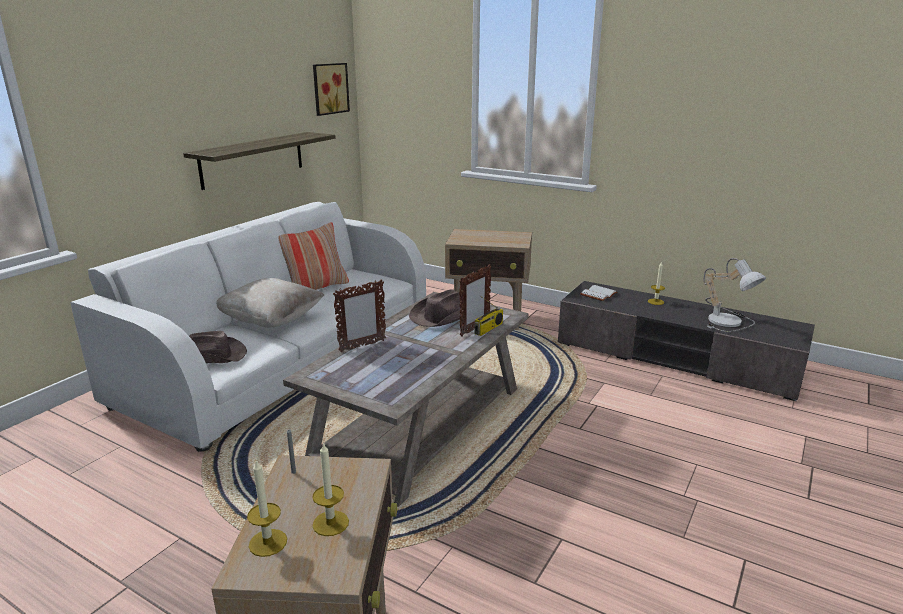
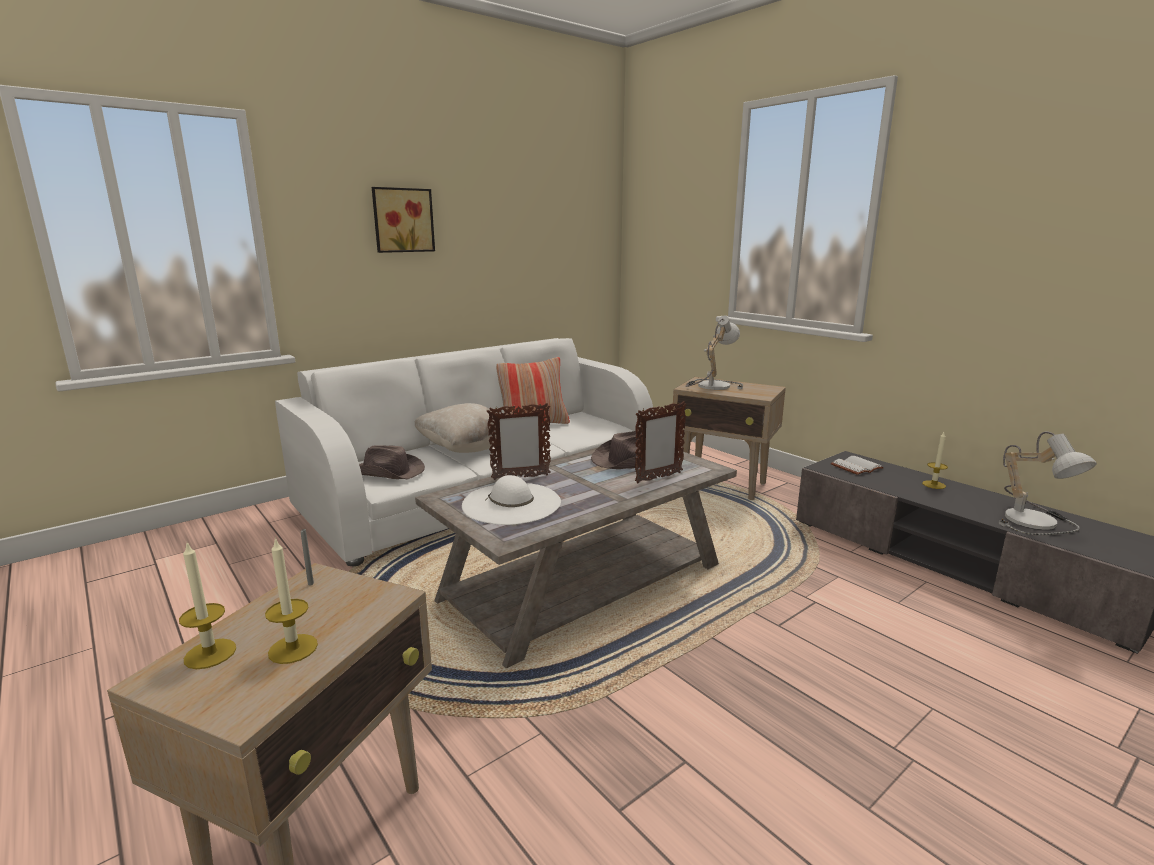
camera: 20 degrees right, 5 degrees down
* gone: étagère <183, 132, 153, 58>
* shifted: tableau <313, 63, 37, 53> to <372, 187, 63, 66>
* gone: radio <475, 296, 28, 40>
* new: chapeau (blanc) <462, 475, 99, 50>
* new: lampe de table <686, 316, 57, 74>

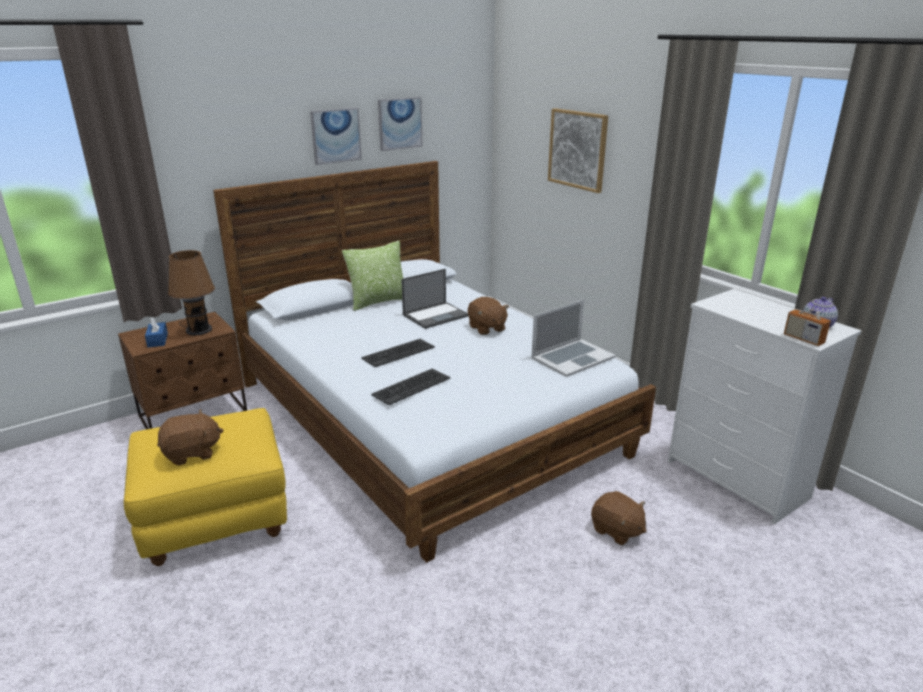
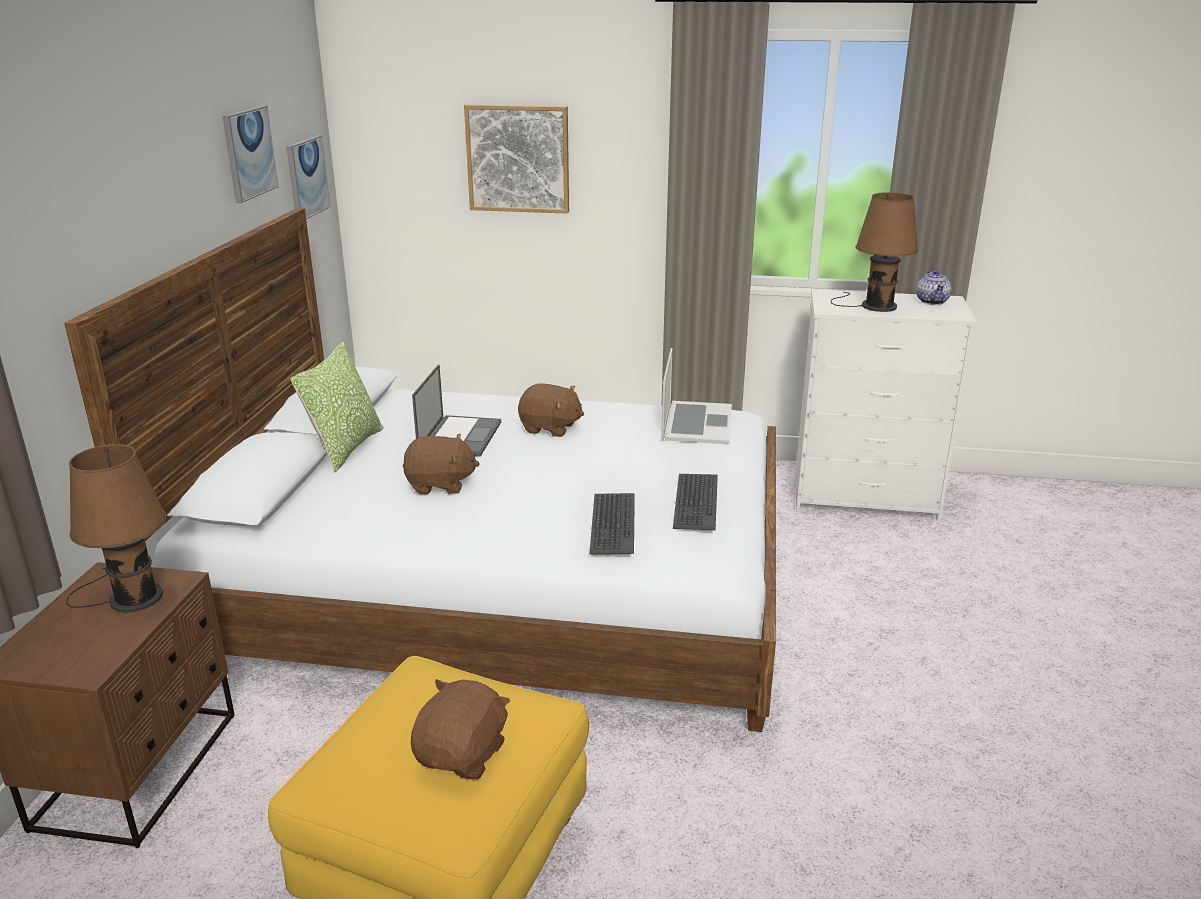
camera: 45 degrees left, 0 degrees up
* gone: boîte à mouchoirs (bleu) <145, 317, 23, 31>
* shifted: tableau <310, 108, 52, 57> to <286, 135, 45, 85>
* shifted: clavier <361, 339, 74, 28> to <673, 474, 45, 56>
* shifted: peluche (marron) <591, 491, 55, 54> to <403, 434, 77, 60>
* gone: radio <784, 290, 47, 56>
* new: lampe de table (marron) <831, 192, 87, 120>

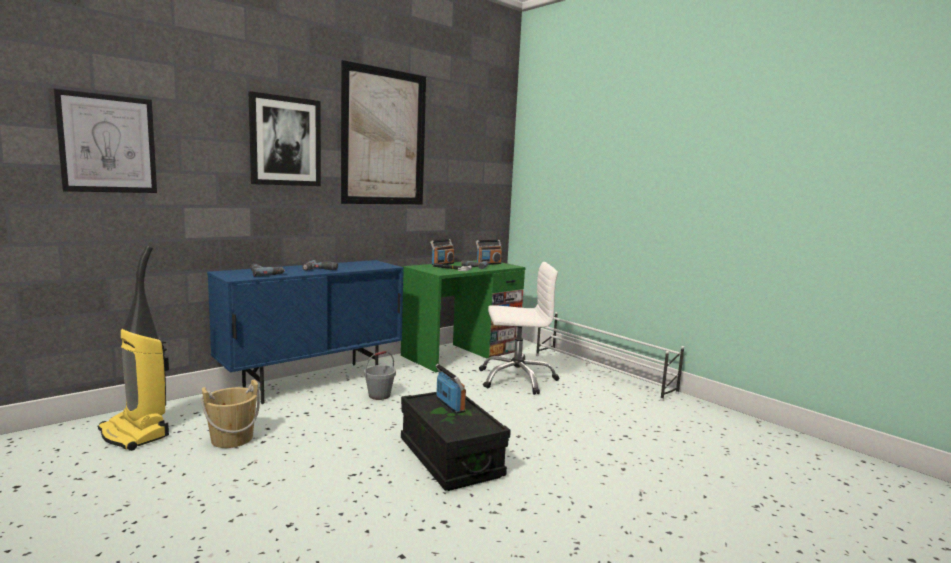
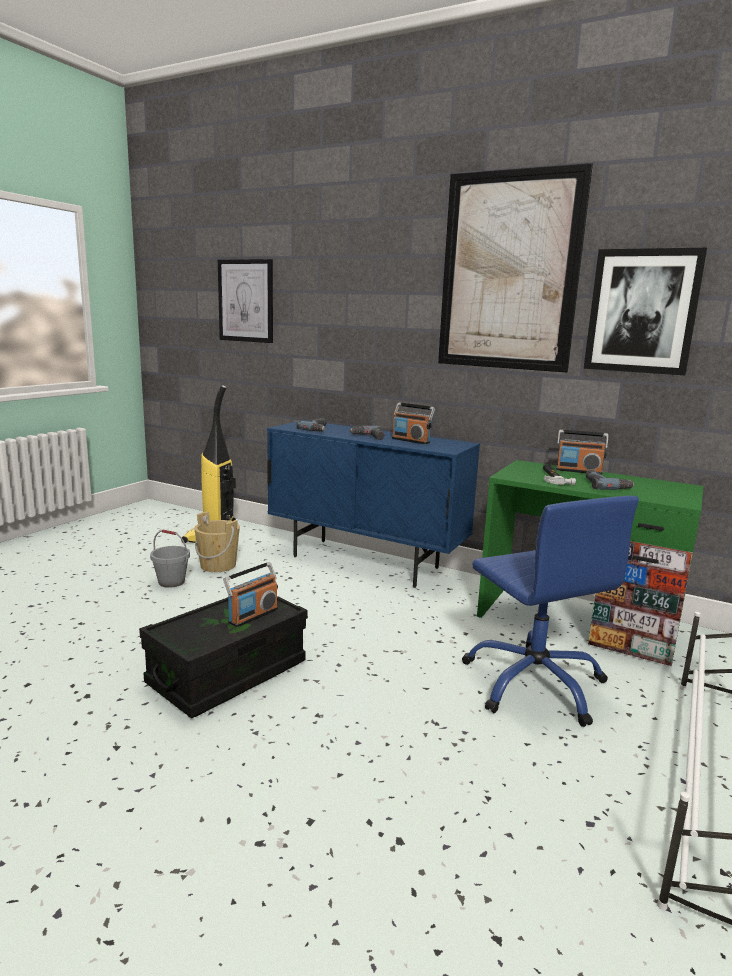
camera: 70 degrees right, 5 degrees up
* shifted: tableau <248, 91, 73, 95> to <584, 248, 123, 127>
* shifted: seau (gris) <364, 351, 32, 49> to <150, 530, 40, 58>
* shifted: radio <476, 240, 26, 25> to <392, 403, 43, 41>
* repainted: chaise de bureau (blanc) <479, 262, 80, 133> to chaise de bureau (bleu) <462, 496, 177, 231>

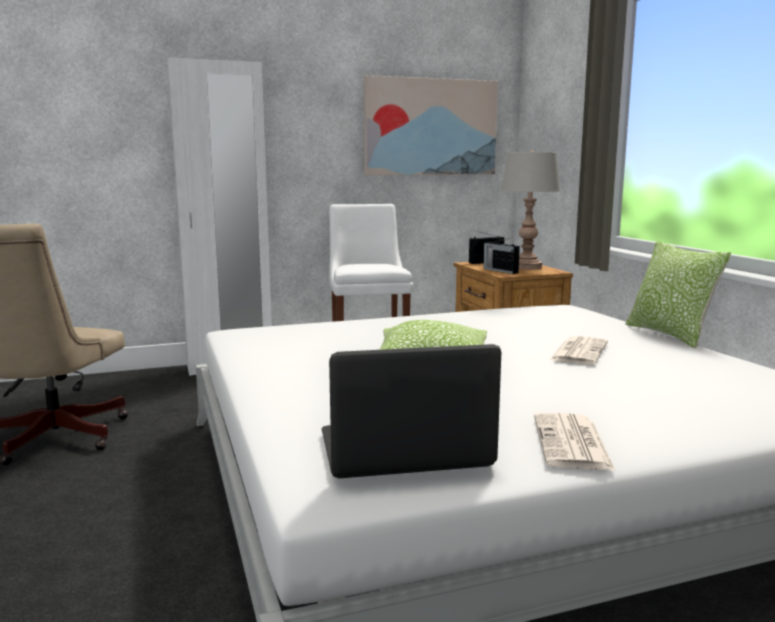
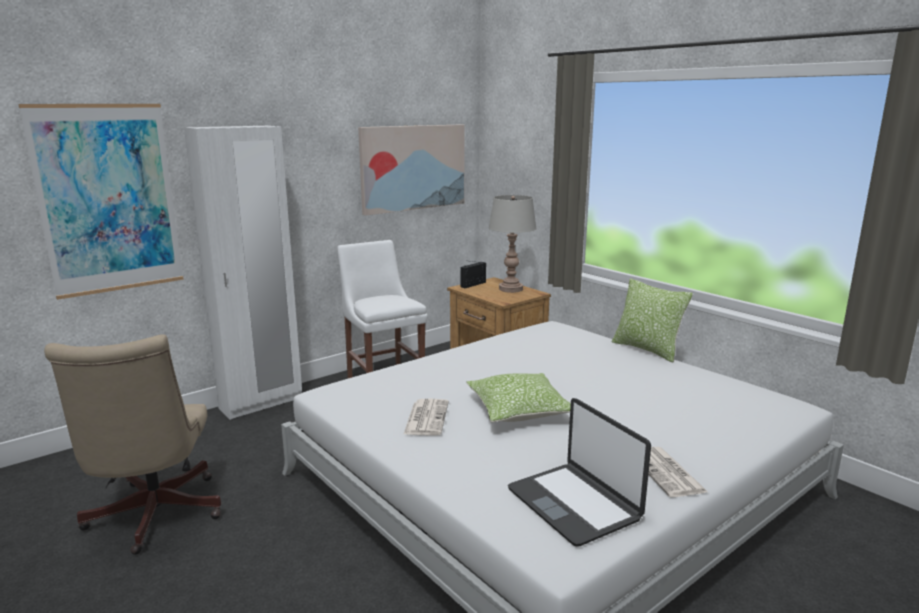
camera: 20 degrees left, 5 degrees up
* rotated: ordinateur portable <322, 344, 179, 134> = <508, 398, 143, 148> 90 degrees counterclockwise
* gone: radio <483, 238, 37, 36>
* shifted: journal <550, 336, 58, 29> to <403, 399, 46, 37>
* new: tableau <19, 104, 165, 196>

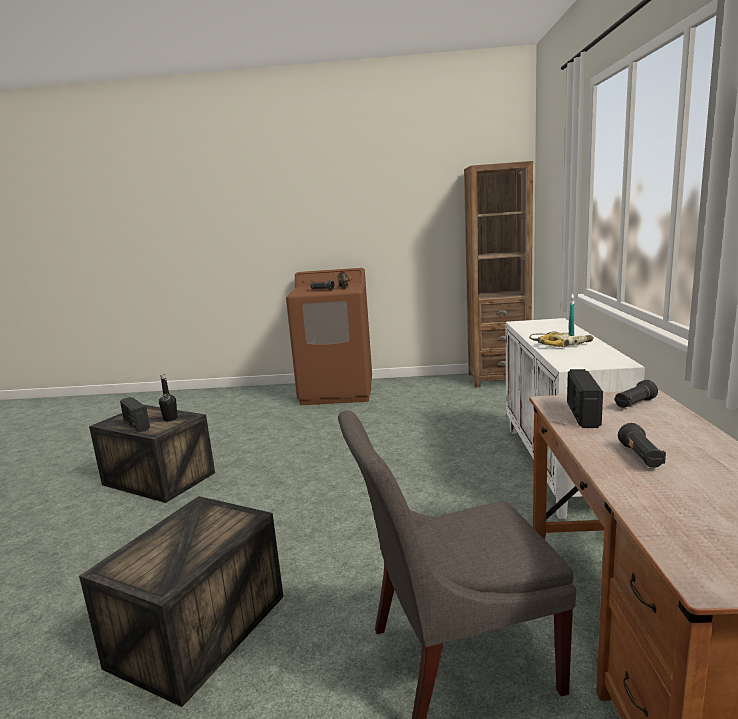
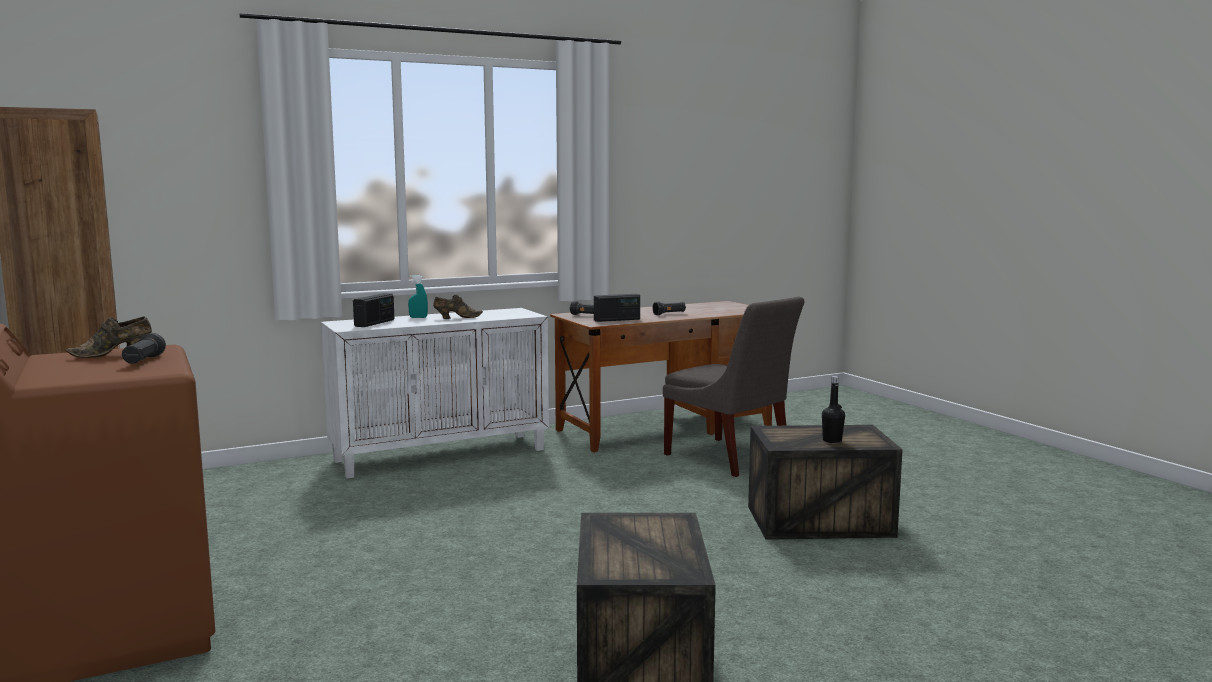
camera: 120 degrees left, 5 degrees down
* shifted: radio <120, 397, 30, 35> to <353, 293, 42, 34>
* shifted: bouteille (noir) <159, 373, 19, 48> to <822, 376, 23, 67>
* swapped: perceuse <529, 331, 65, 16> to chaussure (marron) <433, 294, 50, 25>

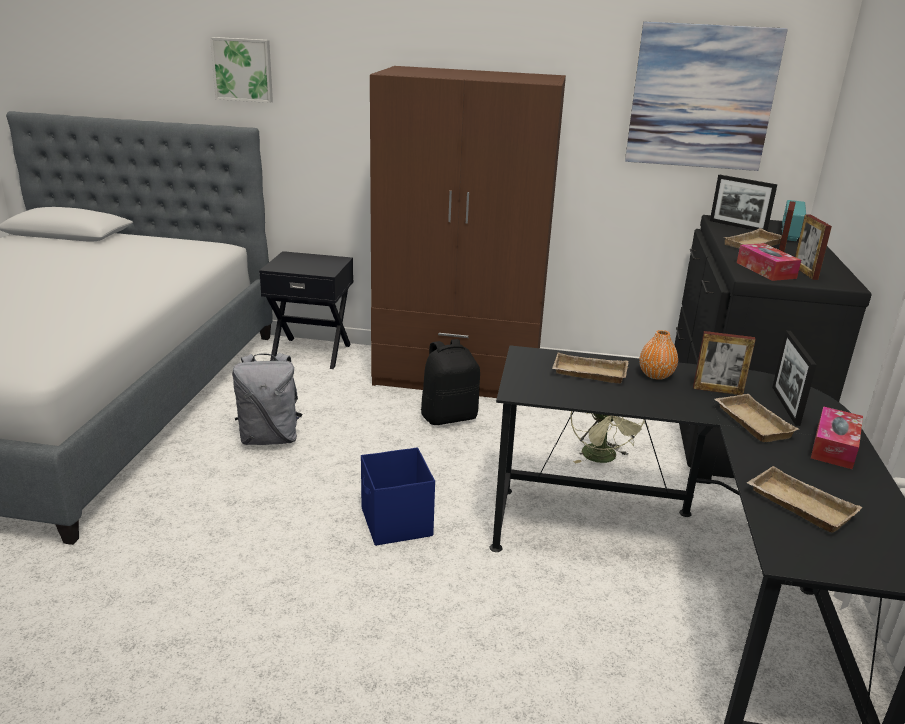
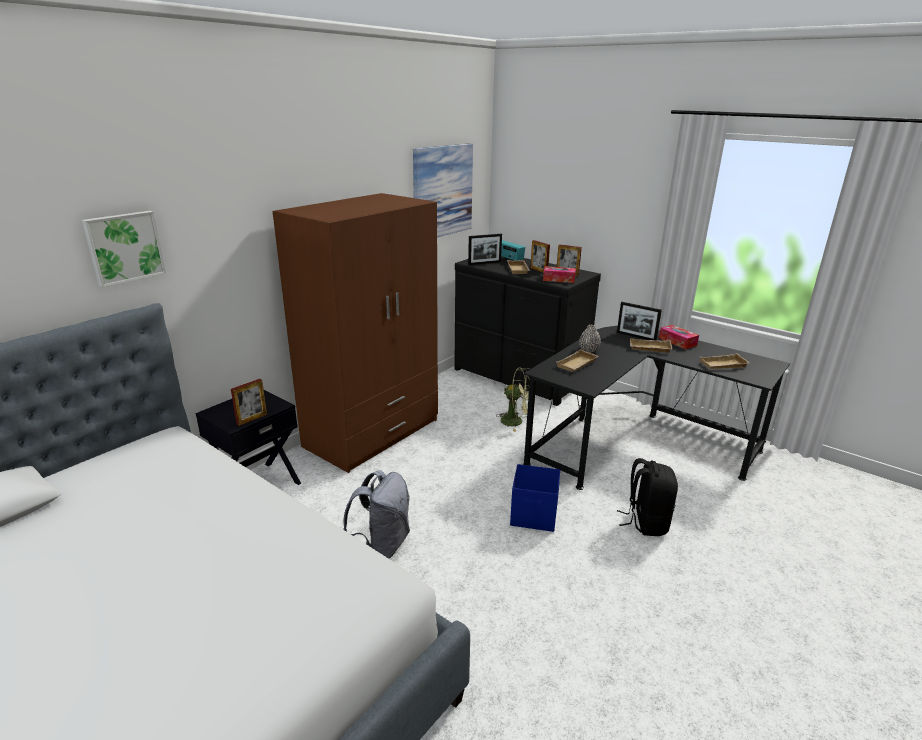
camera: 60 degrees left, 0 degrees up
* shifted: sac à dos (noir) <421, 339, 59, 86> to <617, 458, 61, 78>
* repainted: vase (orange) <639, 330, 39, 50> to vase (gris) <579, 325, 22, 28>
* shifted: cadre photo <693, 331, 63, 64> to <231, 379, 36, 47>

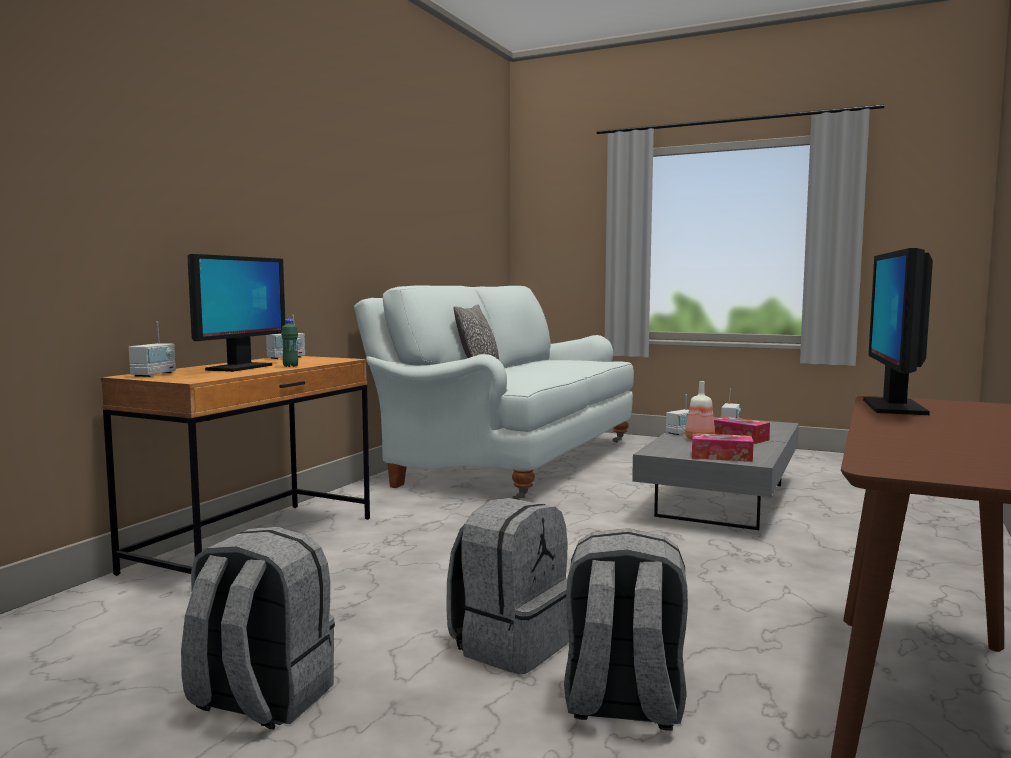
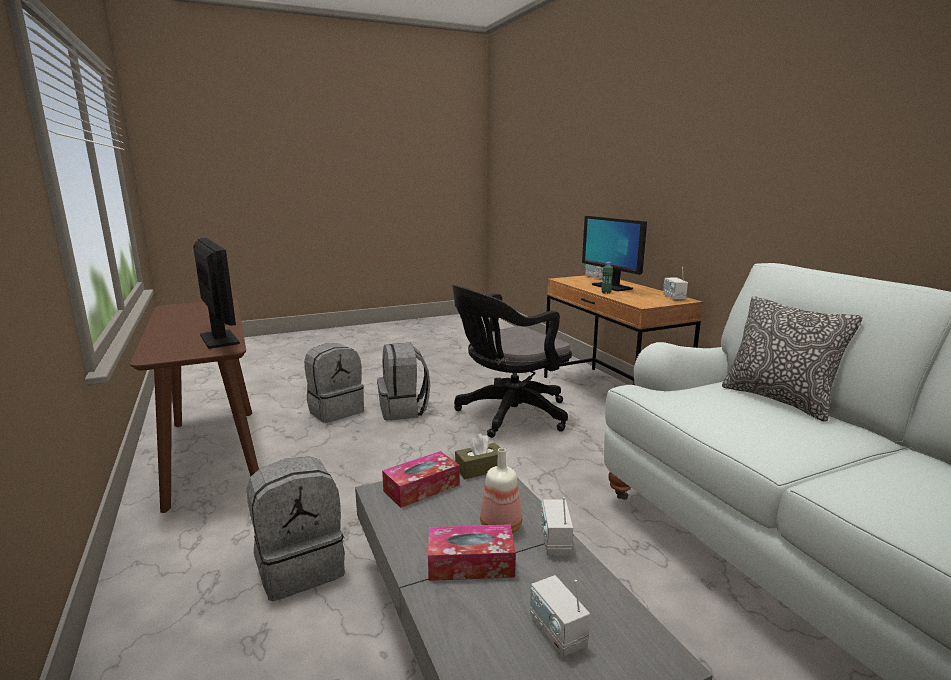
camera: 130 degrees right, 10 degrees up
* shifted: sac à dos (gris) <181, 527, 154, 202> to <247, 456, 98, 145>
* new: chaise de bureau (noir) <452, 285, 120, 153>
* new: boîte à mouchoirs (marron) <455, 433, 45, 46>

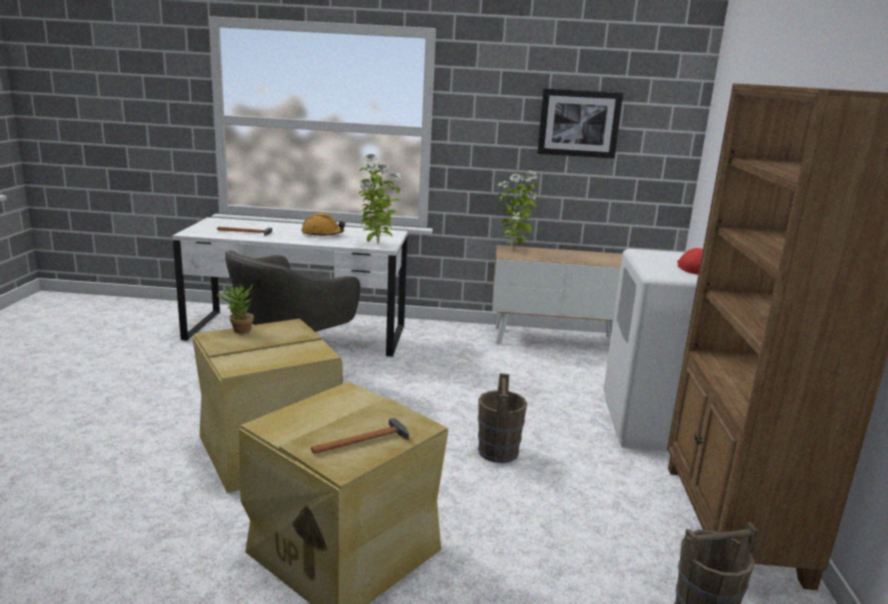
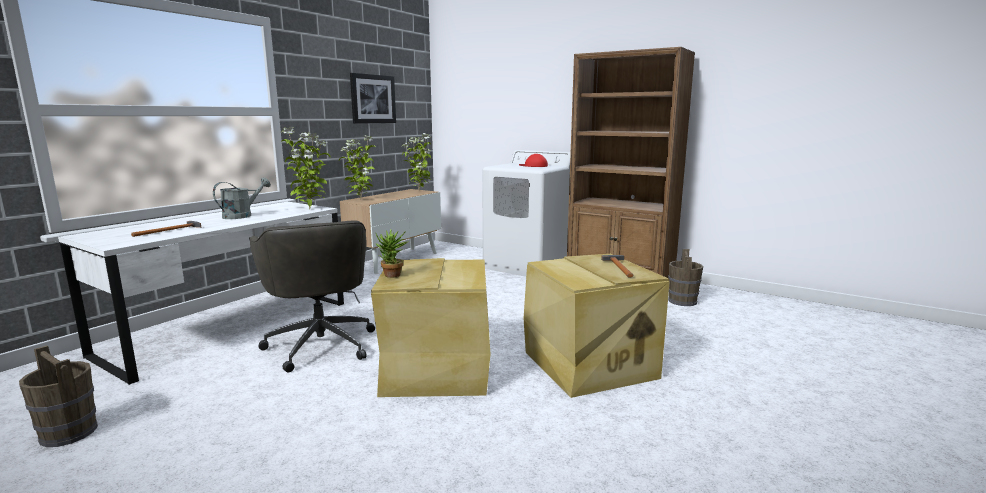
camera: 60 degrees left, 5 degrees down
* swapped: casque de chantier (orange) <301, 213, 44, 24> to arrosoir (gris) <213, 177, 58, 42>
* shifted: seau (marron) <478, 373, 49, 90> to <19, 345, 79, 102>
* new: plante en pot <402, 133, 29, 57>

